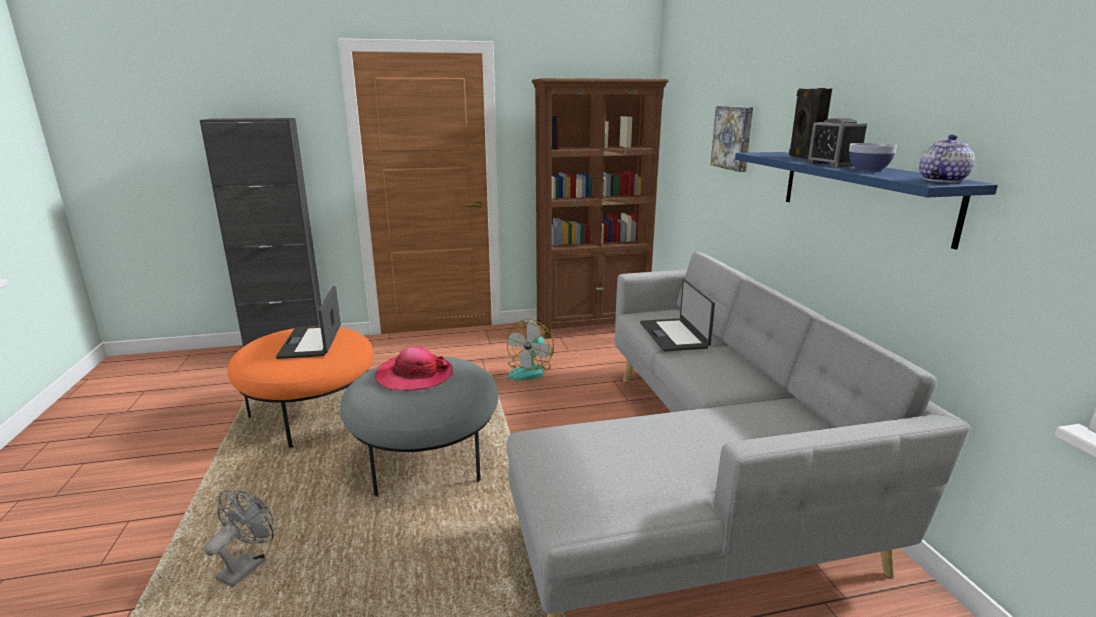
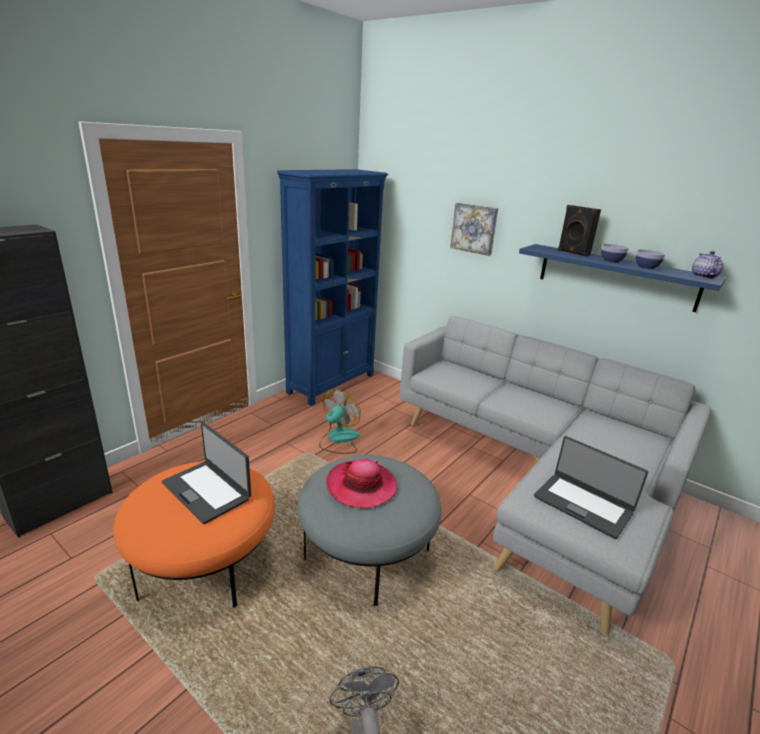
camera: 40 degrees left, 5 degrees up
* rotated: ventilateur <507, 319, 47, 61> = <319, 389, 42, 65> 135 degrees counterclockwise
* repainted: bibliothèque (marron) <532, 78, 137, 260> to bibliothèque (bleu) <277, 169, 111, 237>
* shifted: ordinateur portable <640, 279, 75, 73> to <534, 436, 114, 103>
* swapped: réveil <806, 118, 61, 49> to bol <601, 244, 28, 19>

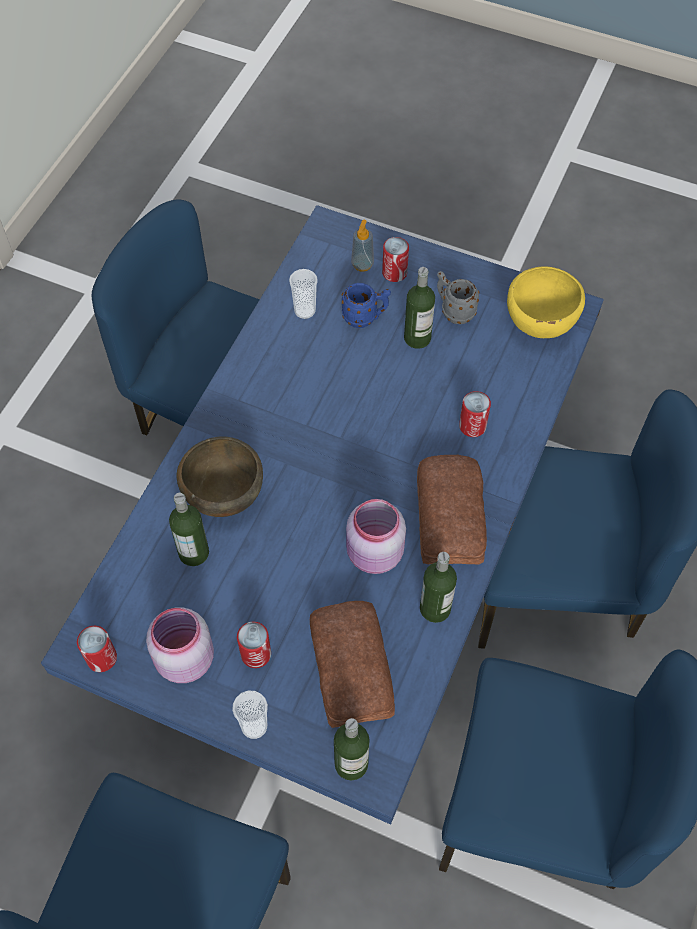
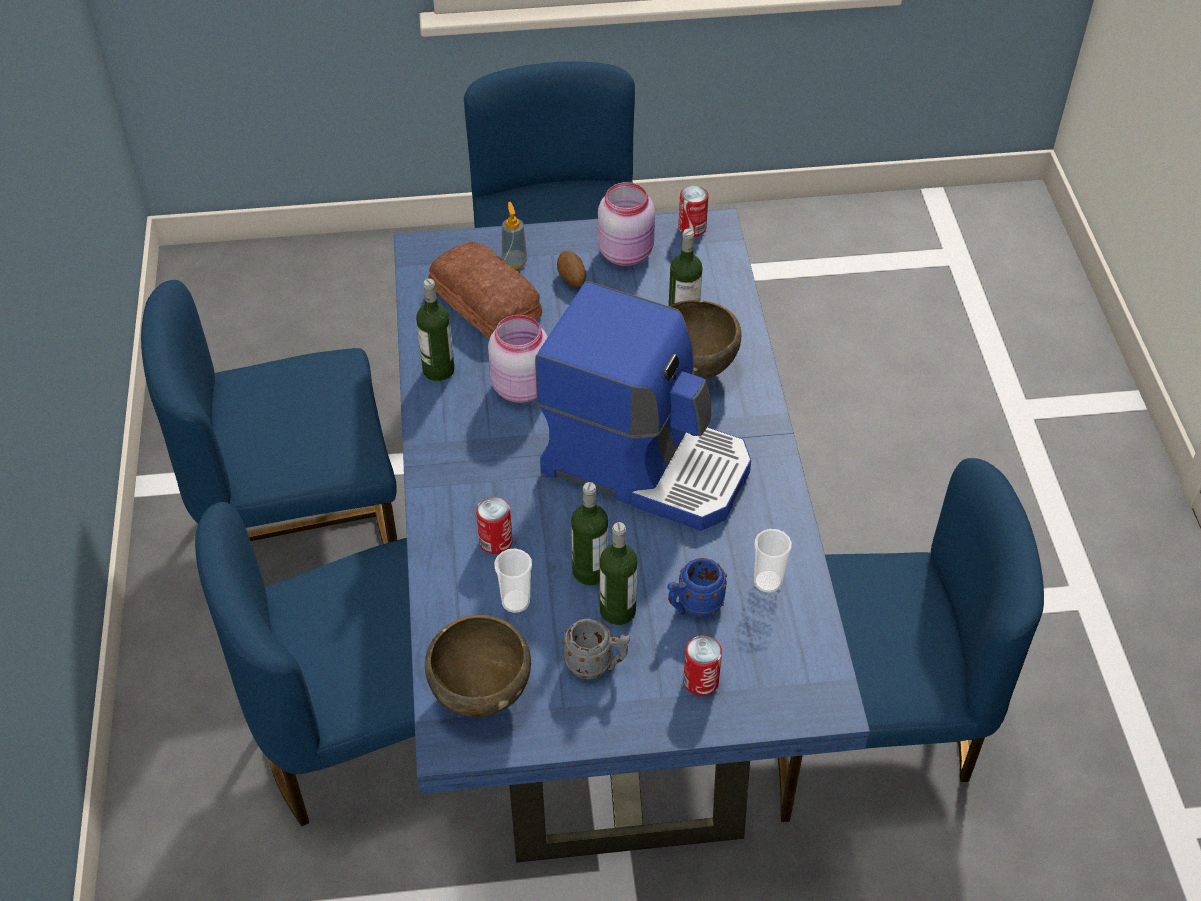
camera: 150 degrees right, 10 degrees down
* shifted: tasse <232, 691, 36, 48> to <494, 548, 38, 65>
* swapped: boîte métallique <237, 622, 34, 46> to pomme de terre <557, 251, 30, 36>
* shifted: bouteille <334, 718, 36, 62> to <571, 482, 37, 103>
* shifted: distributeur de savon <351, 220, 23, 52> to <502, 202, 25, 67>
* gone: pain <417, 455, 70, 109>
* repainted: bol (jaune) <507, 266, 78, 72> to bol (marron) <425, 615, 106, 102>
* new: machine à café <535, 281, 216, 250>

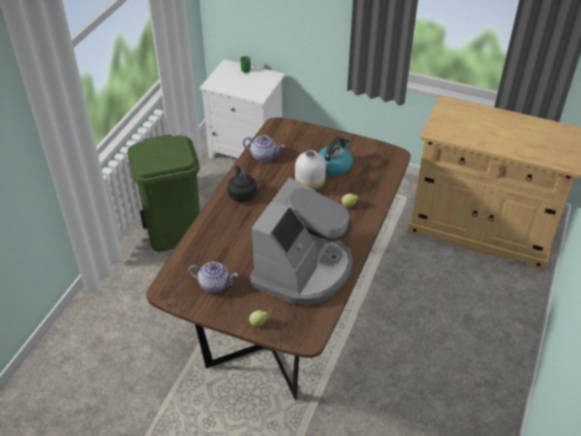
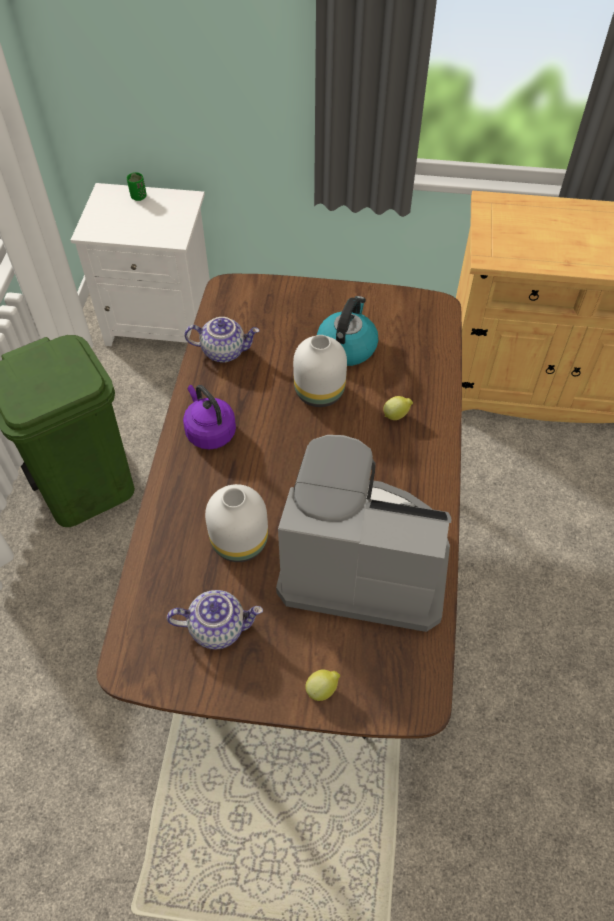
camera: 15 degrees left, 10 degrees up
* repainted: bouilloire (noir) <228, 164, 29, 38> to bouilloire (violet) <183, 385, 53, 65>
* rotated: machine à café <250, 178, 103, 127> = <276, 435, 176, 197> 90 degrees counterclockwise
* new: vase (blanc) <205, 484, 63, 78>

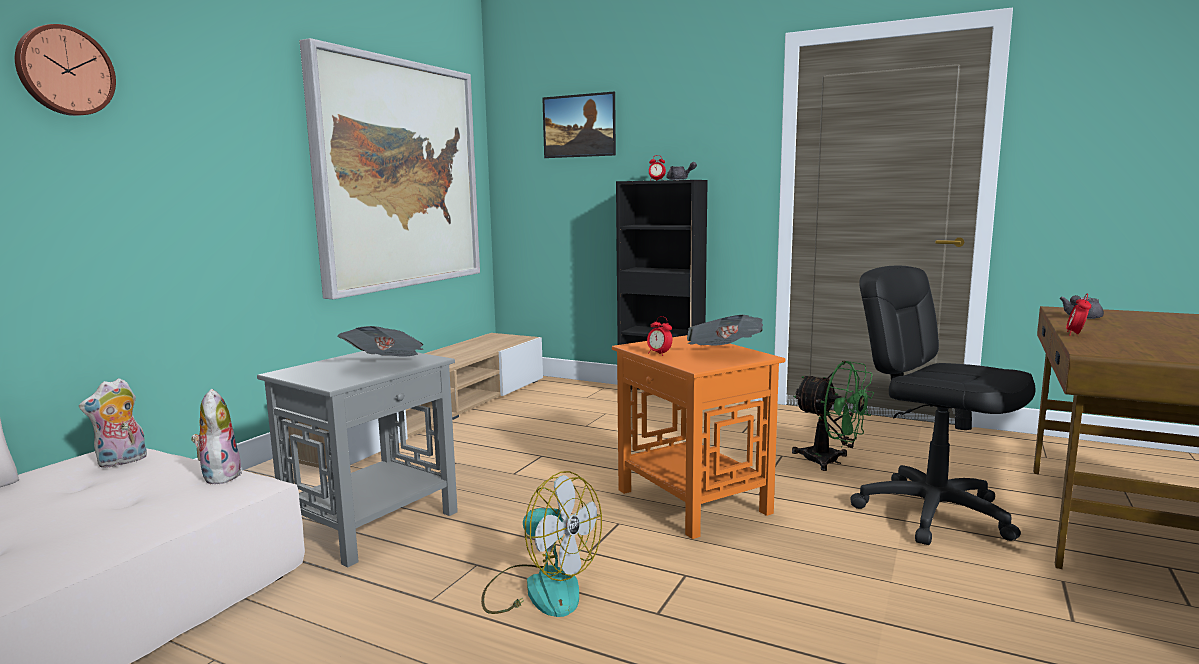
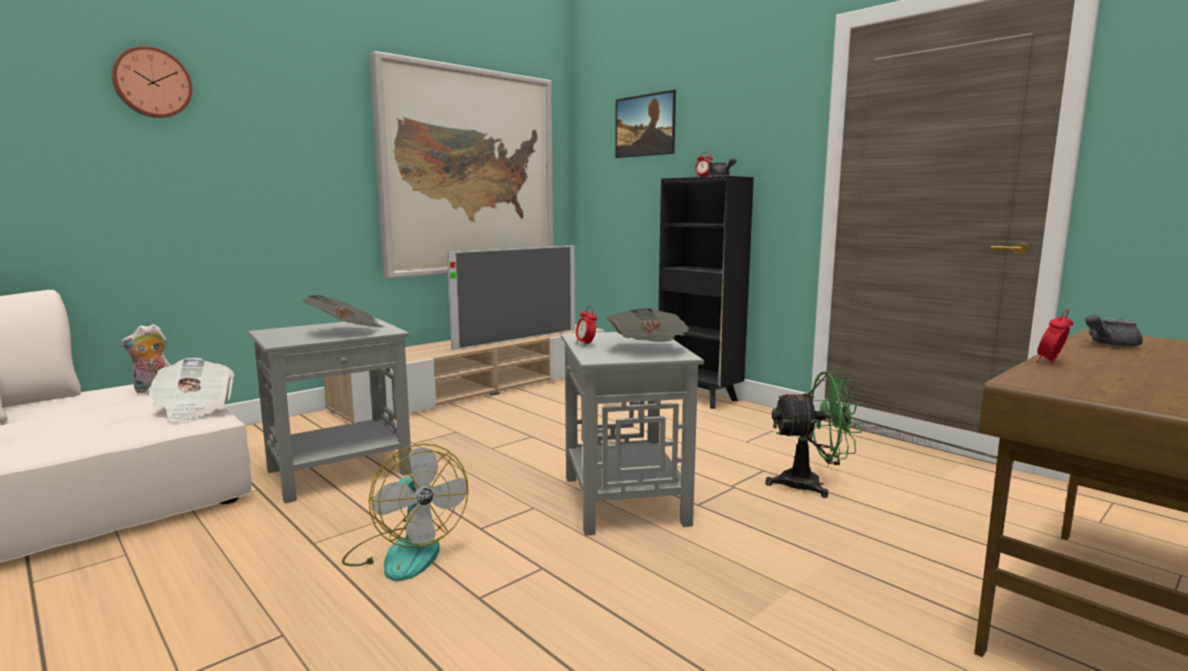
camera: 20 degrees right, 0 degrees up
* swapped: peluche <191, 389, 51, 95> to journal <147, 358, 88, 64>
* repainted: table d'appoint (orange) <612, 335, 173, 204> to table d'appoint (gris) <561, 332, 143, 204>
* rotated: ventilateur (vert) <792, 361, 82, 110> = <765, 371, 97, 127> 60 degrees counterclockwise
* gone: chaise de bureau (noir) <850, 266, 186, 279>
* new: téléviseur <447, 245, 128, 105>

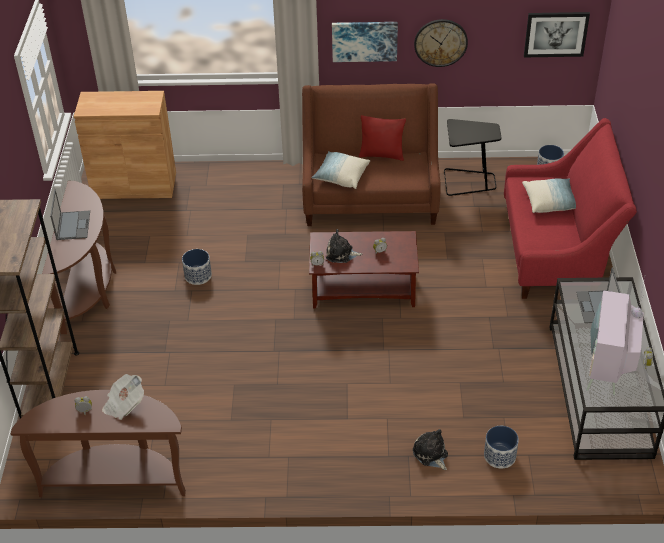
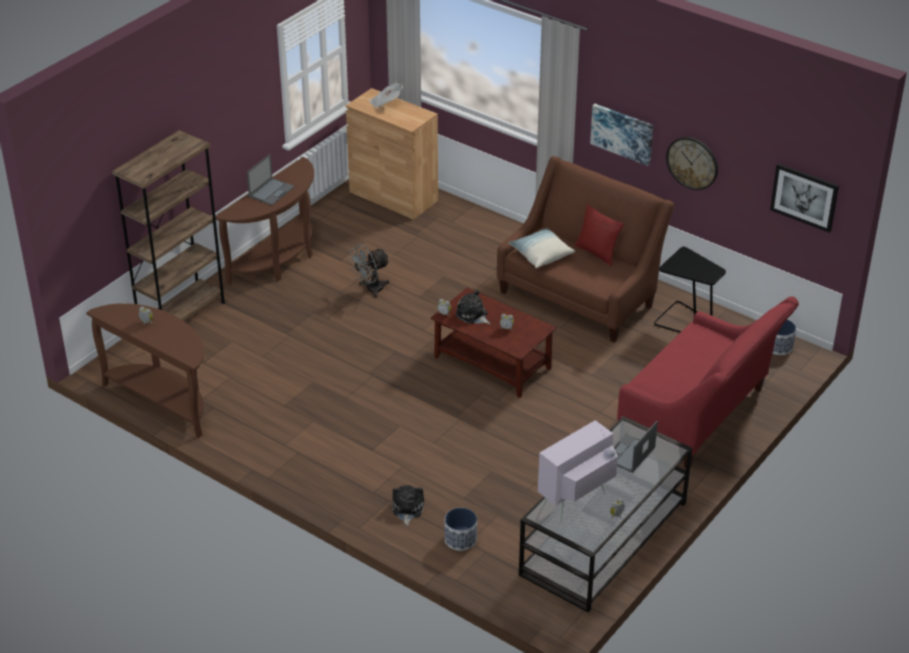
camera: 35 degrees right, 5 degrees down
* shifted: journal <102, 374, 42, 46> to <369, 83, 34, 25>
* swapped: cache-pot <182, 249, 30, 36> to ventilateur (gris) <348, 244, 41, 54>
* gone: coussin <522, 179, 54, 34>

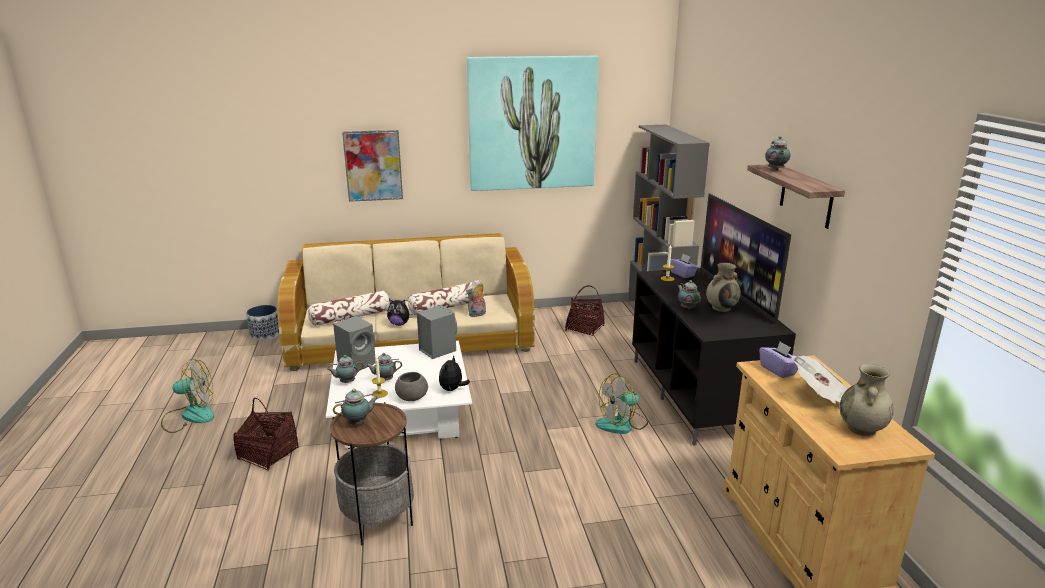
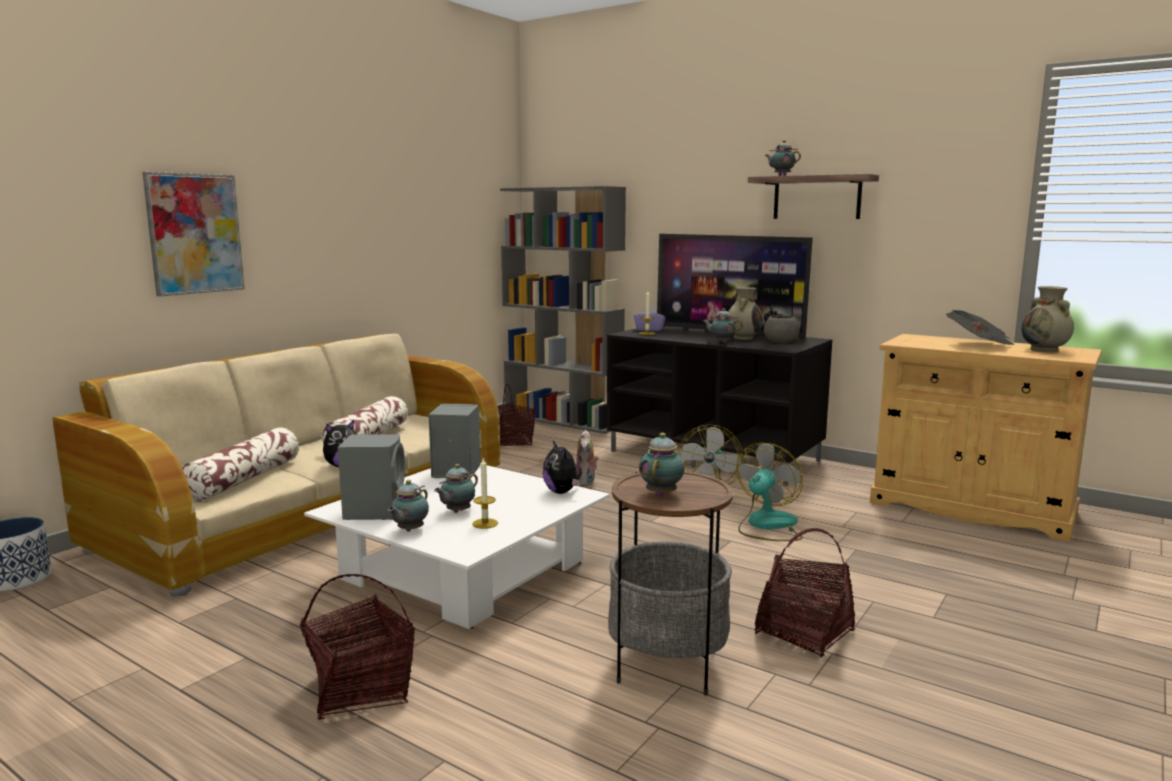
camera: 45 degrees left, 10 degrees down
* shifted: ventilateur <161, 359, 53, 74> to <737, 443, 66, 98>
* shifted: bol (gris) <395, 372, 33, 29> to <764, 315, 36, 28>
* shifted: peluche <466, 279, 20, 38> to <576, 430, 23, 56>
* gone: tableau <467, 56, 132, 135>
* gone: boîte à mouchoirs (violet) <759, 341, 39, 37>
* new: panier <755, 528, 100, 129>

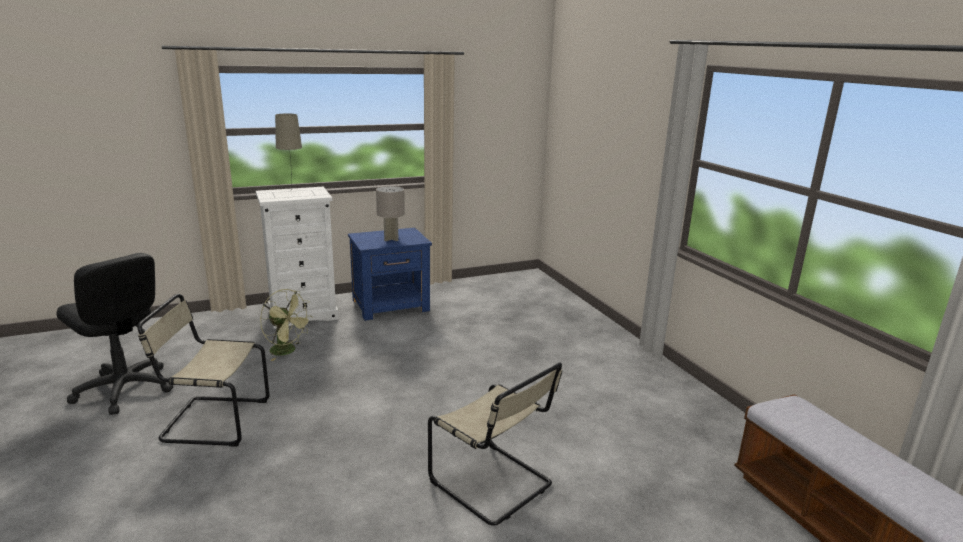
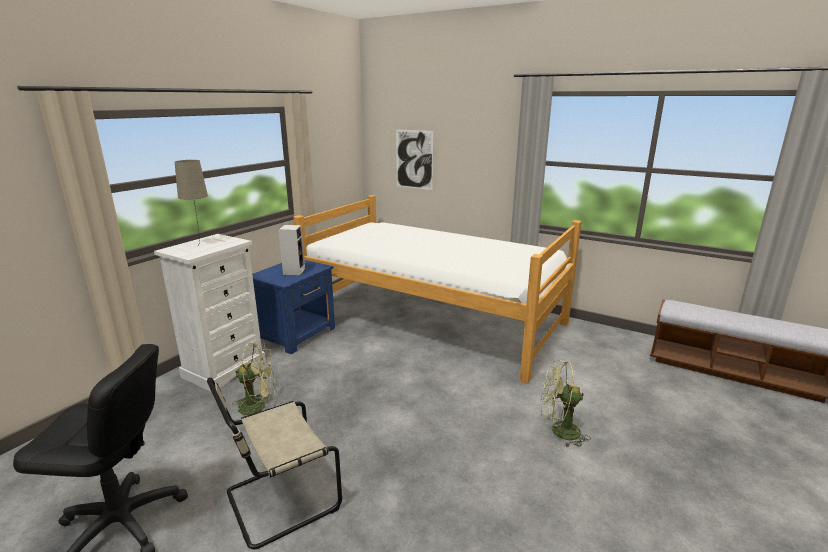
camera: 35 degrees left, 0 degrees up
* swapped: lampe de table (gris) <376, 186, 29, 55> to enceinte <278, 225, 27, 50>
* swapped: chaise (beige) <428, 363, 134, 163> to ventilateur (vert) <541, 360, 50, 87>
* new: lit <293, 195, 289, 189>
* new: tableau <396, 130, 37, 60>

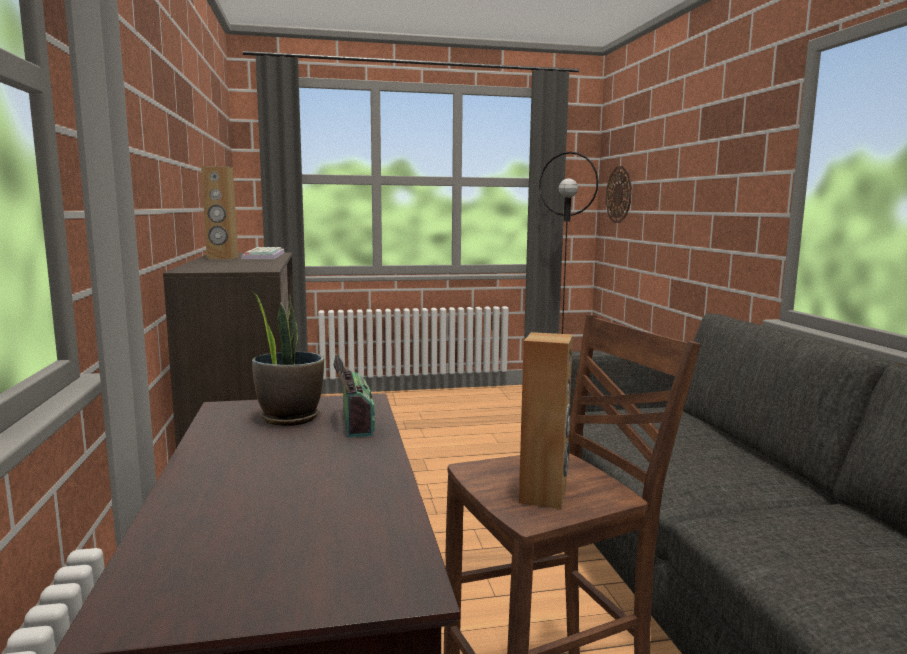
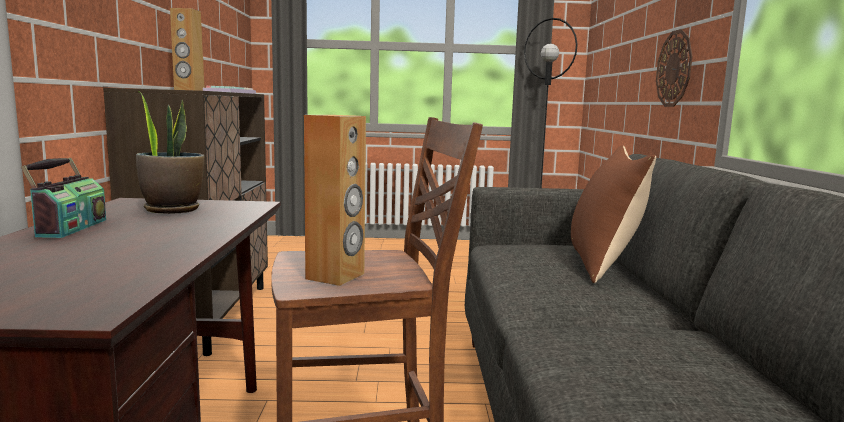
camera: 10 degrees right, 0 degrees up
* shifted: radio <334, 354, 41, 84> to <21, 158, 85, 80>
* shifted: horloge murale <606, 166, 26, 57> to <656, 29, 37, 78>
* new: coussin (marron) <571, 145, 85, 138>

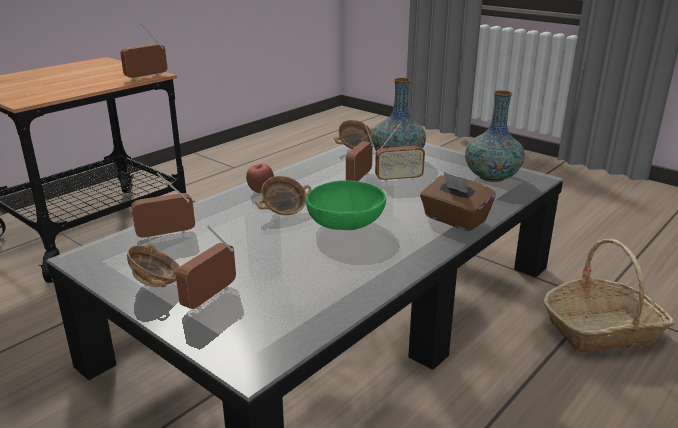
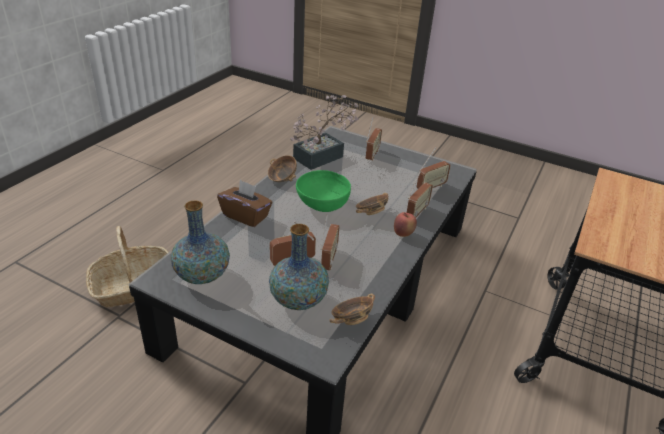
camera: 165 degrees right, 10 degrees up
* shifted: radio <120, 23, 48, 58> to <407, 171, 26, 47>
* shifted: bol <127, 244, 54, 43> to <268, 155, 29, 27>
* new: plante en pot <290, 95, 69, 75>

